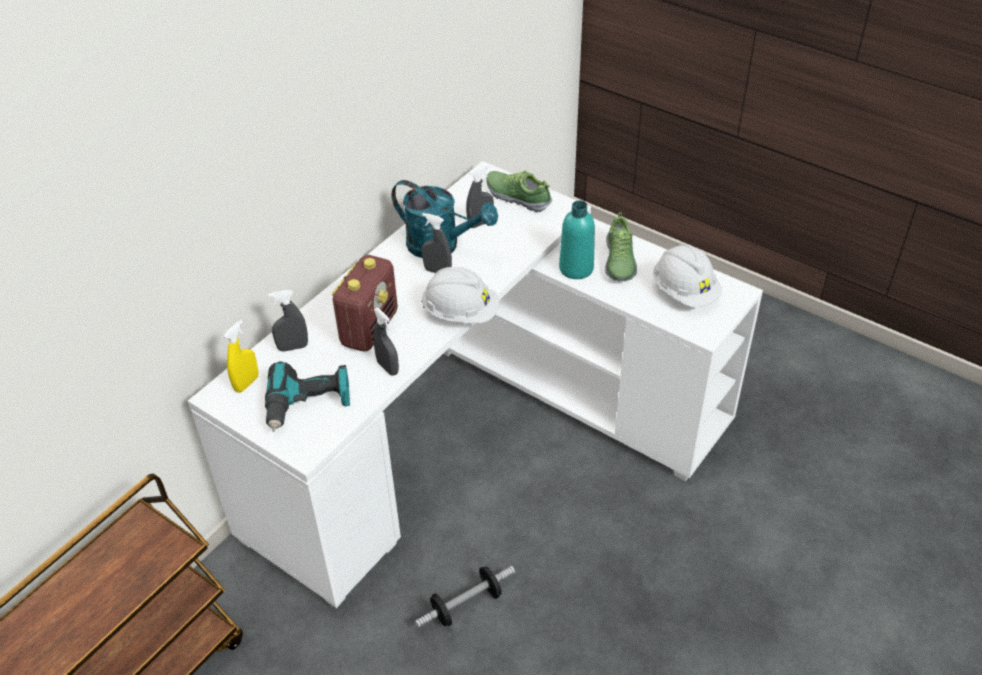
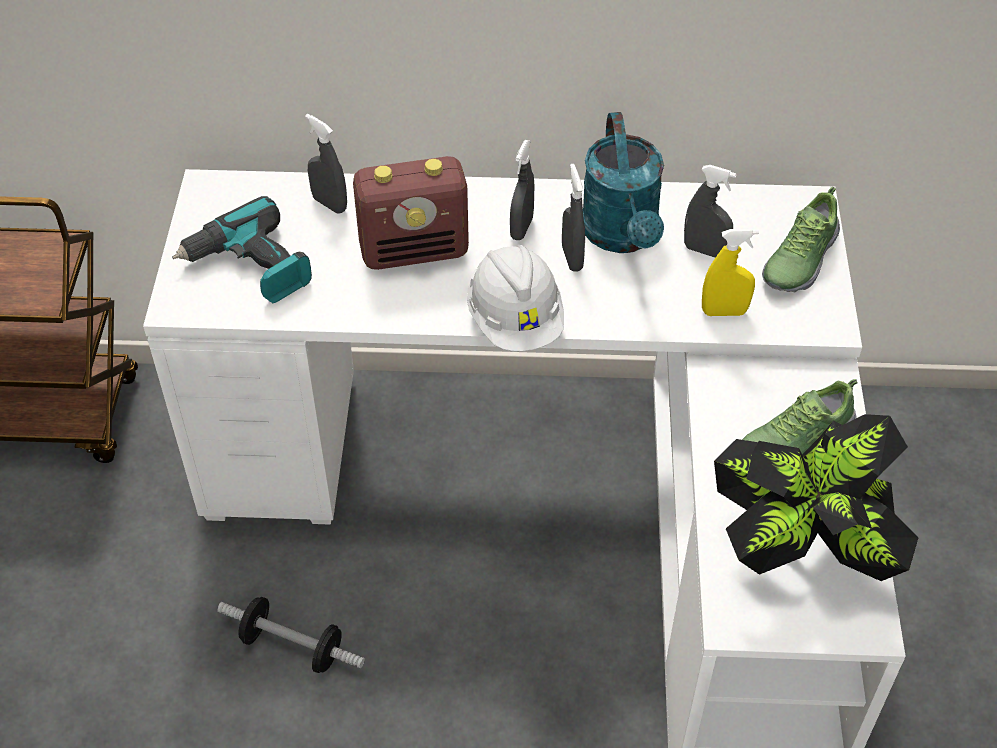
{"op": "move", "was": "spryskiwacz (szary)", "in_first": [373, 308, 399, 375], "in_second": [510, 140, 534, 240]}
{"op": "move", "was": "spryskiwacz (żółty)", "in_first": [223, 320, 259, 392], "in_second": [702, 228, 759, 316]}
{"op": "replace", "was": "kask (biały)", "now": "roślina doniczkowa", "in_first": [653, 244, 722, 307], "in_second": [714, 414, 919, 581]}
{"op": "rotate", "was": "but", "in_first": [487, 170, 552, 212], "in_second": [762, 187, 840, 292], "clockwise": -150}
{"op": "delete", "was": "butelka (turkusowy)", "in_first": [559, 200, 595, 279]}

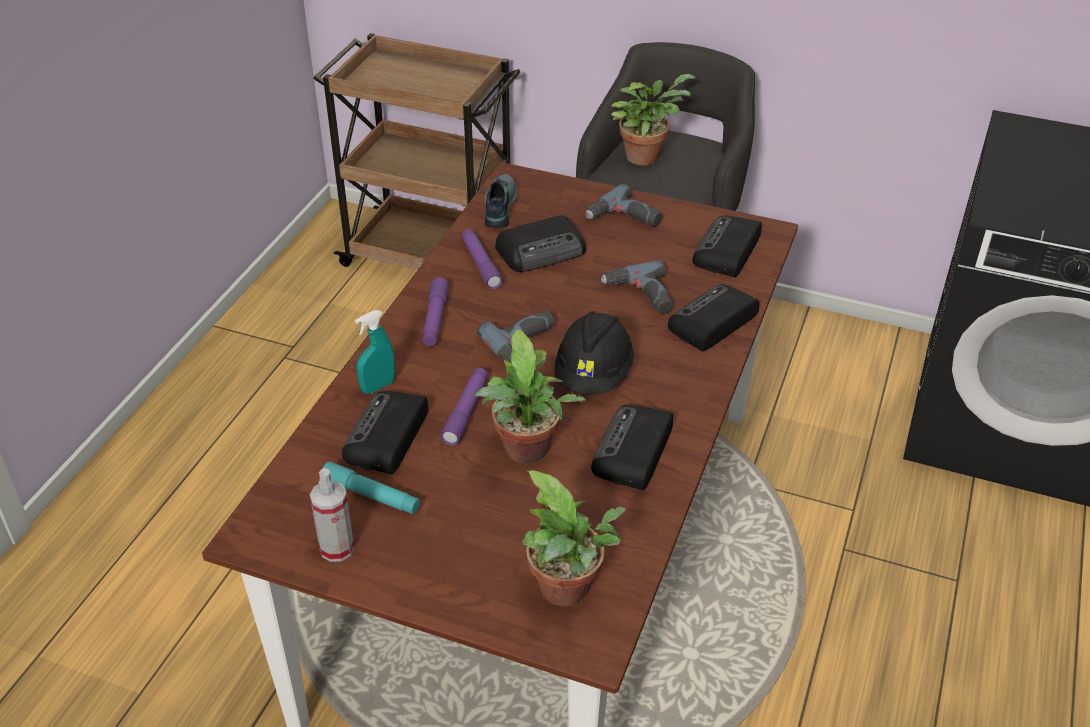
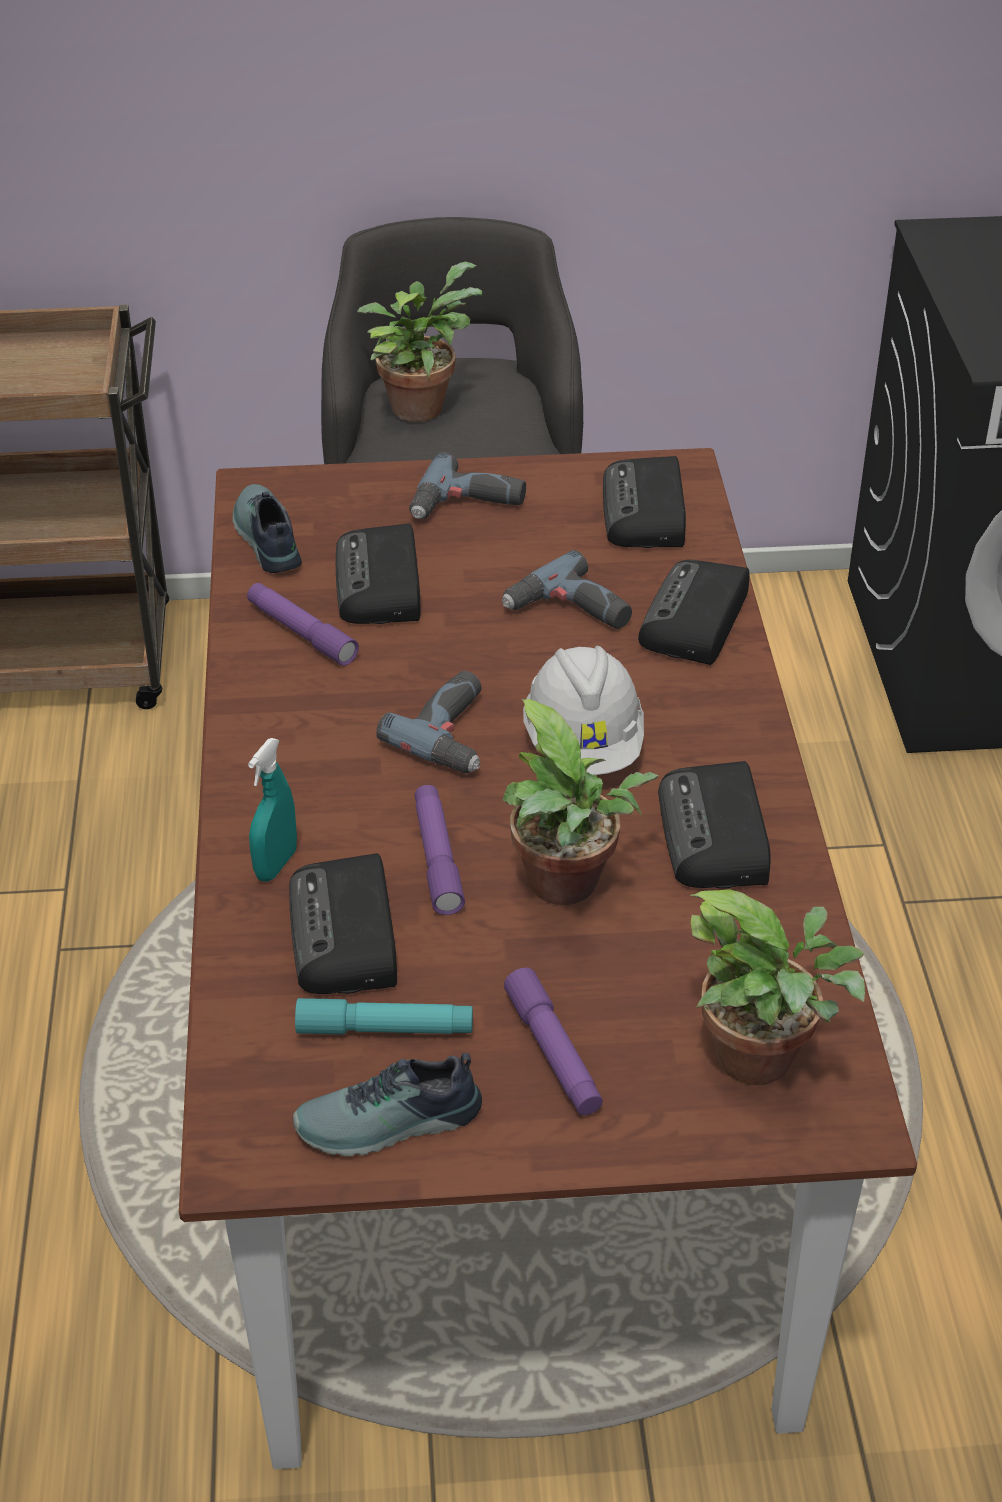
{"op": "replace", "was": "spryskiwacz", "now": "but", "in_first": [310, 468, 355, 562], "in_second": [293, 1053, 482, 1157]}
{"op": "rotate", "was": "radio", "in_first": [495, 215, 586, 272], "in_second": [336, 523, 421, 624], "clockwise": 135}
{"op": "move", "was": "latarka (fioletowy)", "in_first": [423, 277, 449, 346], "in_second": [504, 968, 603, 1115]}
{"op": "recolor", "was": "kask (czarny)", "now": "kask (biały)", "in_first": [555, 311, 634, 394], "in_second": [523, 646, 644, 775]}

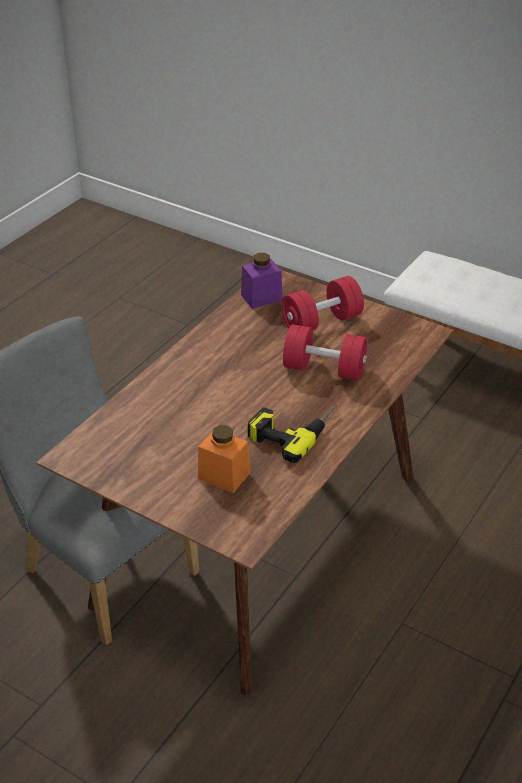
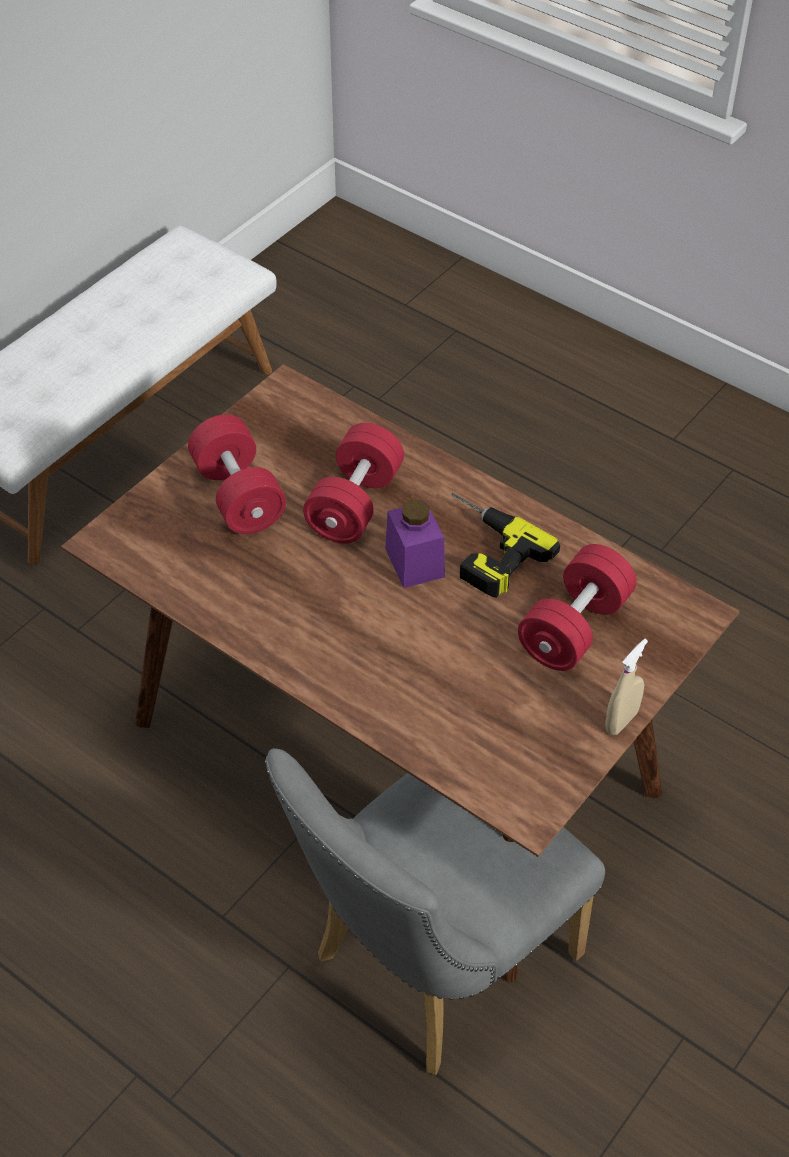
{"op": "move", "was": "słoik (fioletowy)", "in_first": [241, 253, 283, 309], "in_second": [385, 499, 445, 588]}
{"op": "replace", "was": "słoik (pomarańczowy)", "now": "hantel (czerwony)", "in_first": [198, 425, 250, 493], "in_second": [518, 544, 637, 671]}
{"op": "insert", "now": "spryskiwacz (beżowy)", "in_second": [605, 639, 648, 735]}

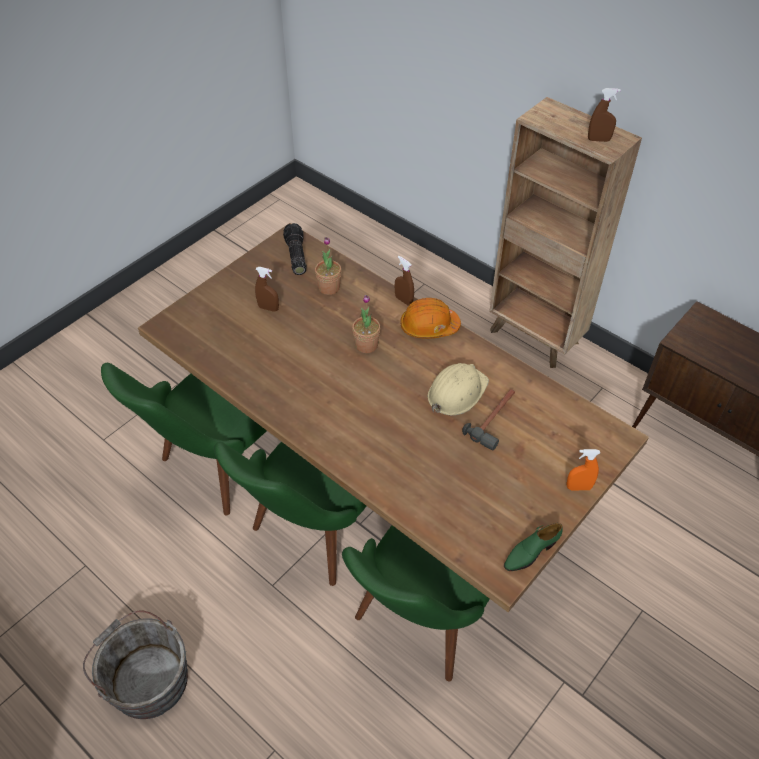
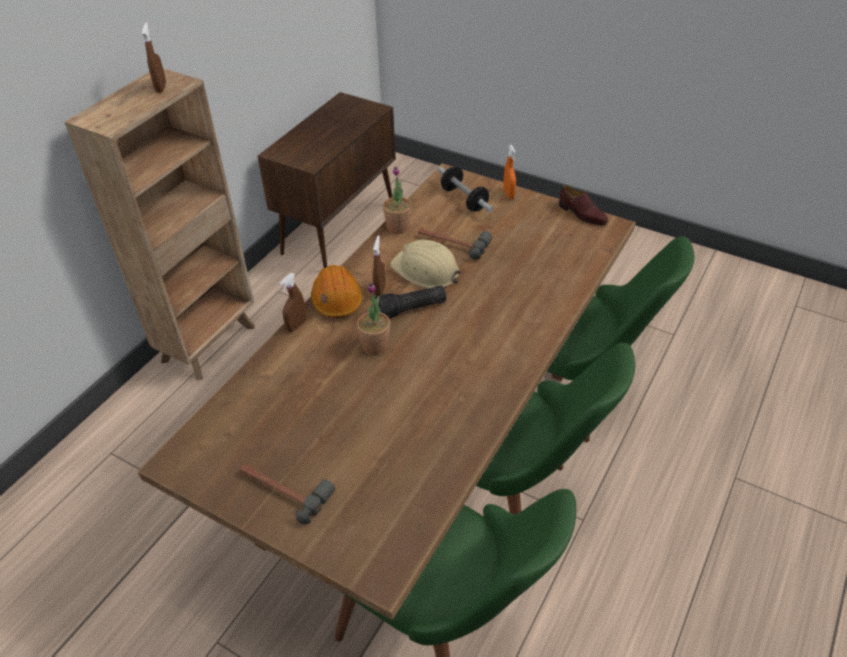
{"op": "insert", "now": "młotek", "in_second": [240, 464, 335, 524]}
{"op": "move", "was": "spryskiwacz (brązowy)", "in_first": [255, 267, 279, 312], "in_second": [373, 236, 386, 297]}
{"op": "move", "was": "latarka", "in_first": [283, 223, 306, 275], "in_second": [375, 286, 447, 319]}
{"op": "move", "was": "roślina doniczkowa", "in_first": [315, 237, 341, 295], "in_second": [383, 167, 411, 234]}
{"op": "insert", "now": "hantel", "in_second": [438, 167, 493, 213]}
{"op": "recolor", "was": "but (zielony)", "now": "but (brązowy)", "in_first": [504, 523, 563, 571], "in_second": [559, 185, 608, 225]}
{"op": "delete", "was": "wiadro (szary)", "in_first": [83, 610, 188, 719]}

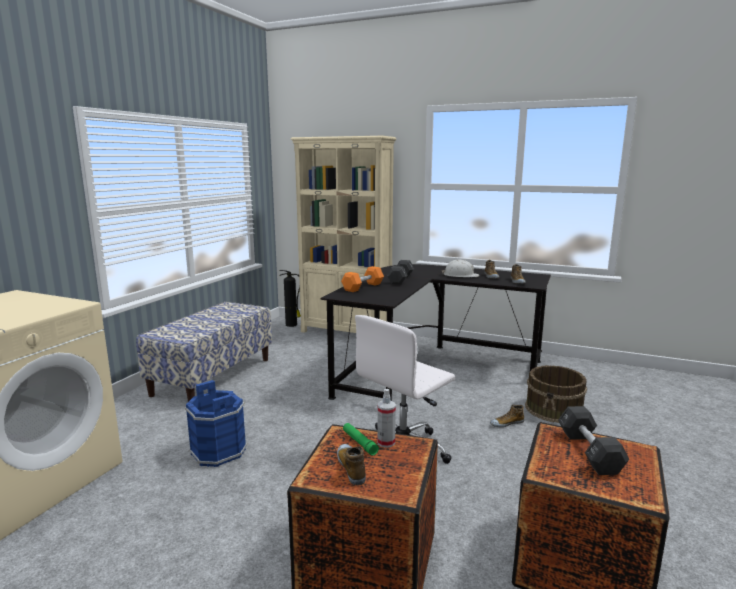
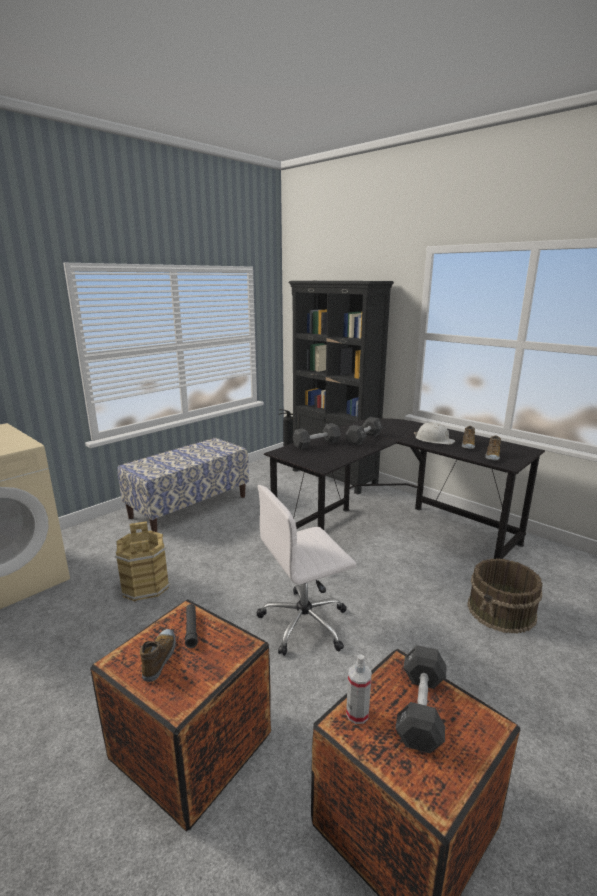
{"op": "recolor", "was": "wiadro (niebieski)", "now": "wiadro (brązowy)", "in_first": [185, 380, 247, 467], "in_second": [115, 521, 170, 602]}
{"op": "recolor", "was": "latarka (zielony)", "now": "latarka (czarny)", "in_first": [343, 423, 379, 456], "in_second": [185, 604, 198, 648]}
{"op": "recolor", "was": "regał (beżowy)", "now": "regał (czarny)", "in_first": [291, 136, 396, 333], "in_second": [289, 281, 394, 494]}
{"op": "recolor", "was": "hantel (pomarańczowy)", "now": "hantel (czarny)", "in_first": [341, 266, 384, 292], "in_second": [293, 423, 341, 450]}
{"op": "move", "was": "spryskiwacz", "in_first": [377, 389, 396, 448], "in_second": [346, 654, 372, 724]}
{"op": "delete", "was": "but", "in_first": [490, 405, 524, 427]}

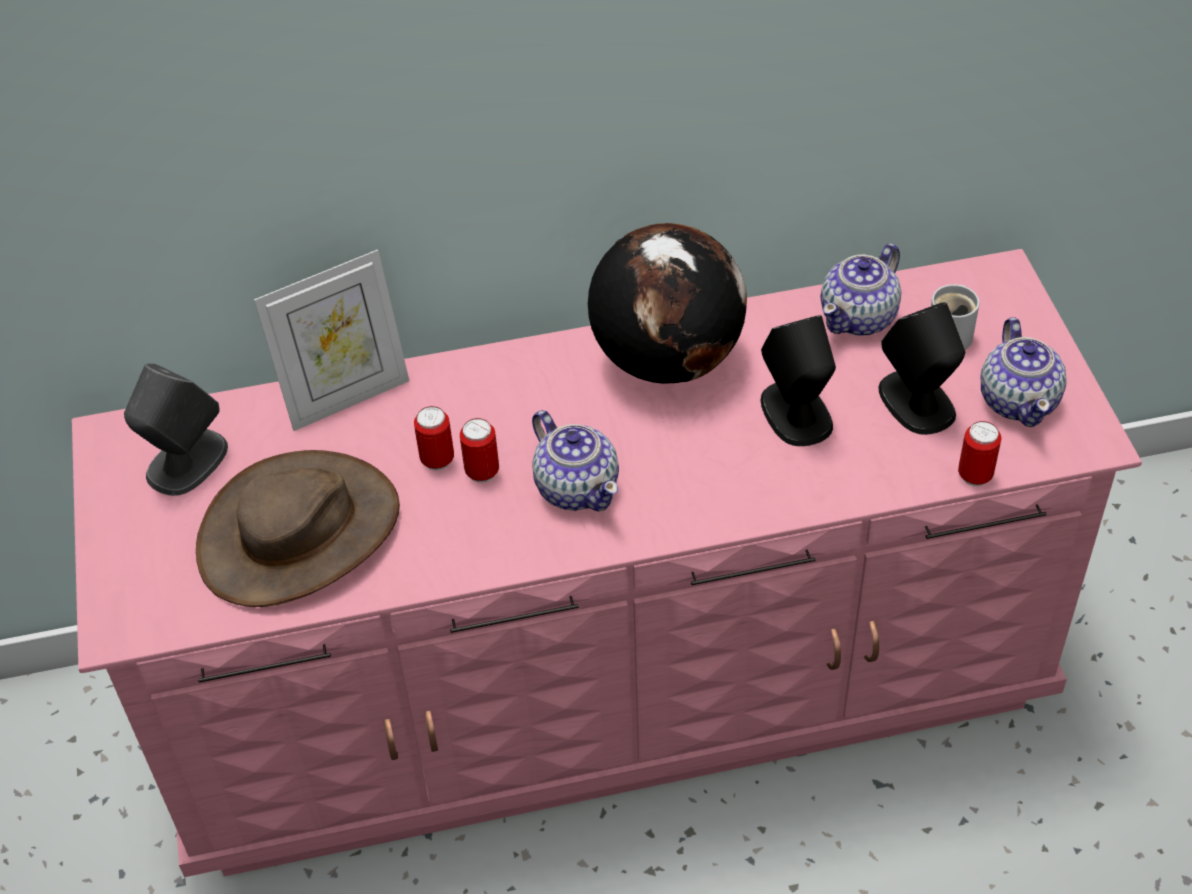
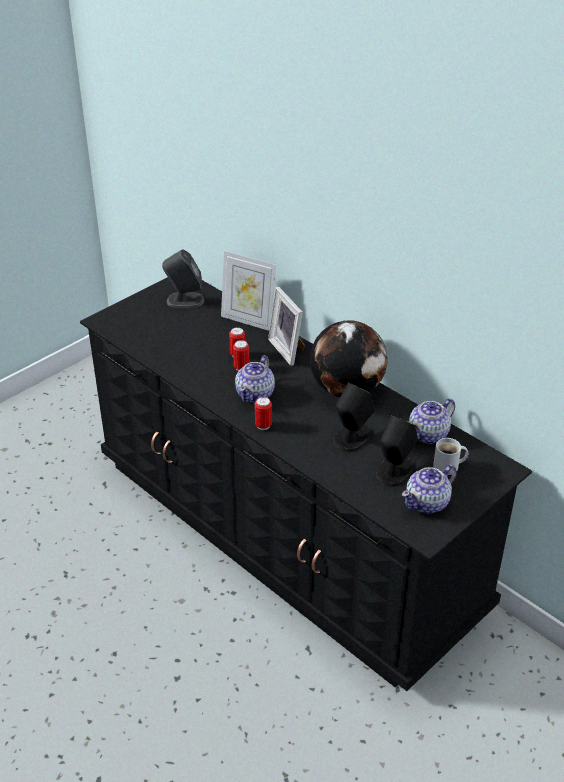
{"op": "recolor", "was": "komoda (różowy)", "now": "komoda (czarny)", "in_first": [72, 249, 1142, 877], "in_second": [80, 277, 532, 691]}
{"op": "move", "was": "puszka", "in_first": [958, 421, 1001, 486], "in_second": [255, 397, 272, 430]}
{"op": "insert", "now": "ramka na zdjęcie", "in_second": [268, 287, 305, 366]}
{"op": "rotate", "was": "imbryk", "in_first": [821, 243, 901, 336], "in_second": [408, 398, 455, 444], "clockwise": -45}
{"op": "delete", "was": "kapelusz (brązowy)", "in_first": [196, 450, 400, 607]}

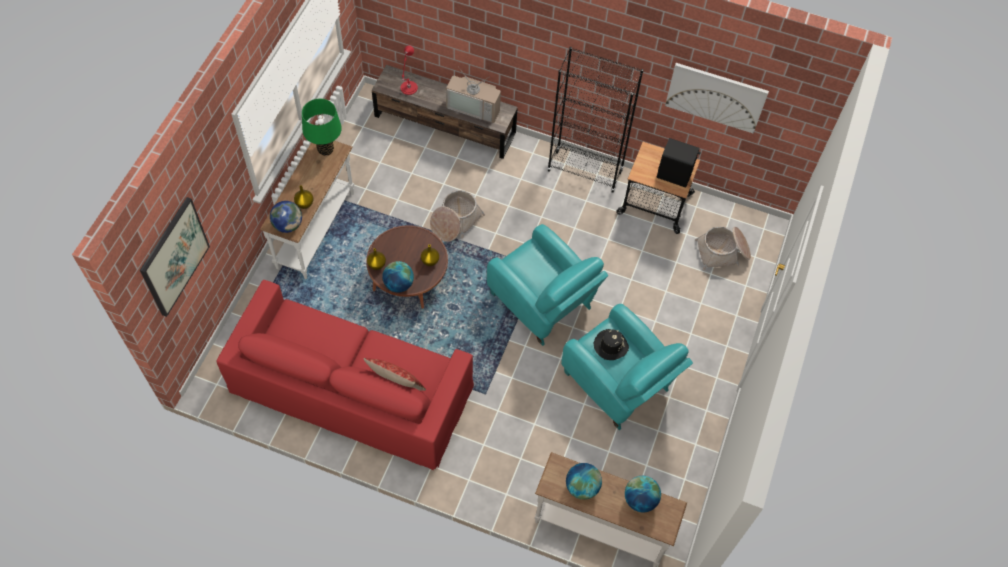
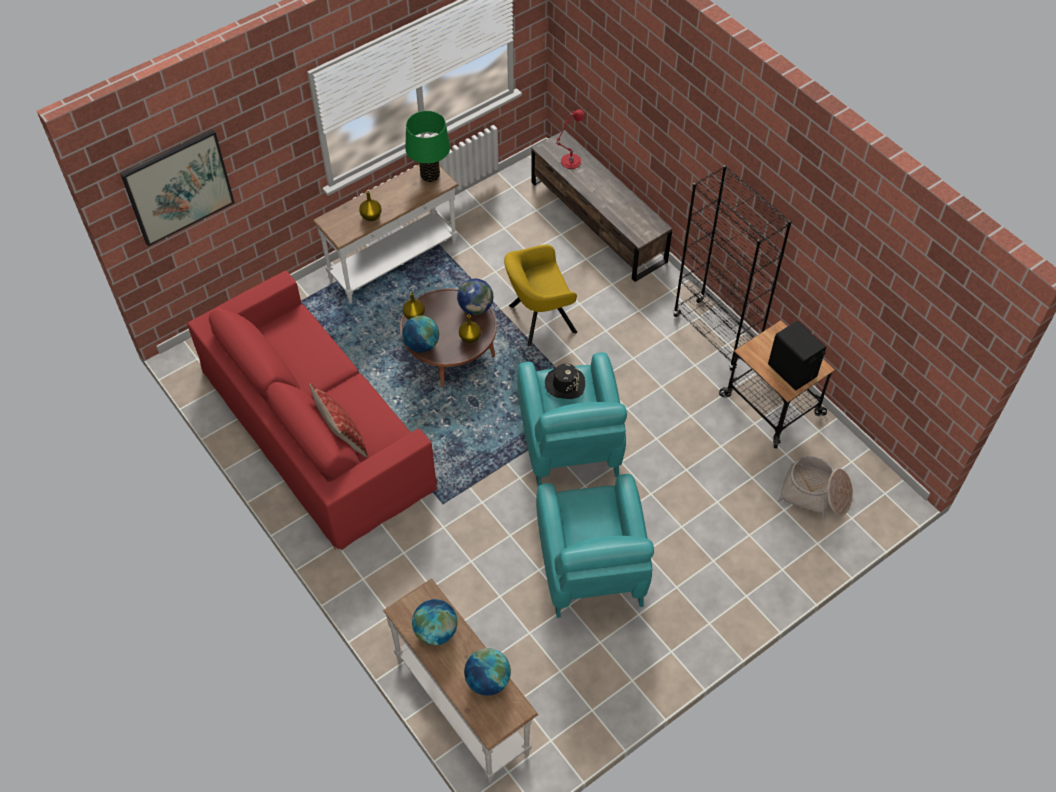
{"op": "move", "was": "globus", "in_first": [270, 201, 302, 233], "in_second": [457, 279, 493, 315]}
{"op": "replace", "was": "koszyk", "now": "fotel (żółty)", "in_first": [430, 190, 485, 242], "in_second": [504, 245, 577, 347]}
{"op": "move", "was": "kapelusz (czarny)", "in_first": [594, 329, 629, 360], "in_second": [545, 363, 585, 399]}
{"op": "delete", "was": "telewizor", "in_first": [446, 67, 501, 123]}
{"op": "delete", "was": "obraz", "in_first": [665, 63, 769, 134]}

